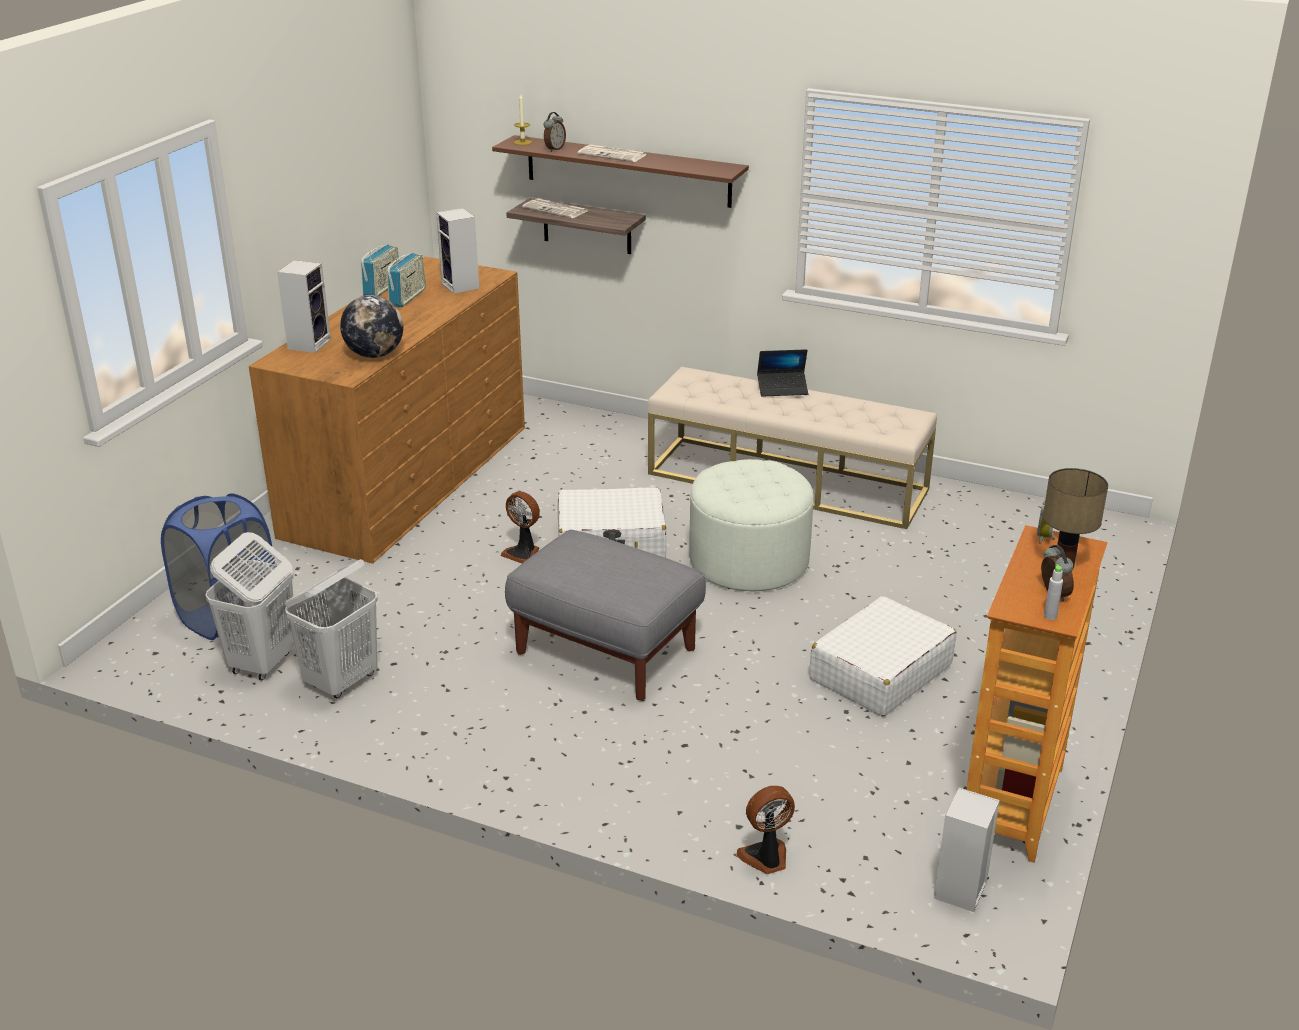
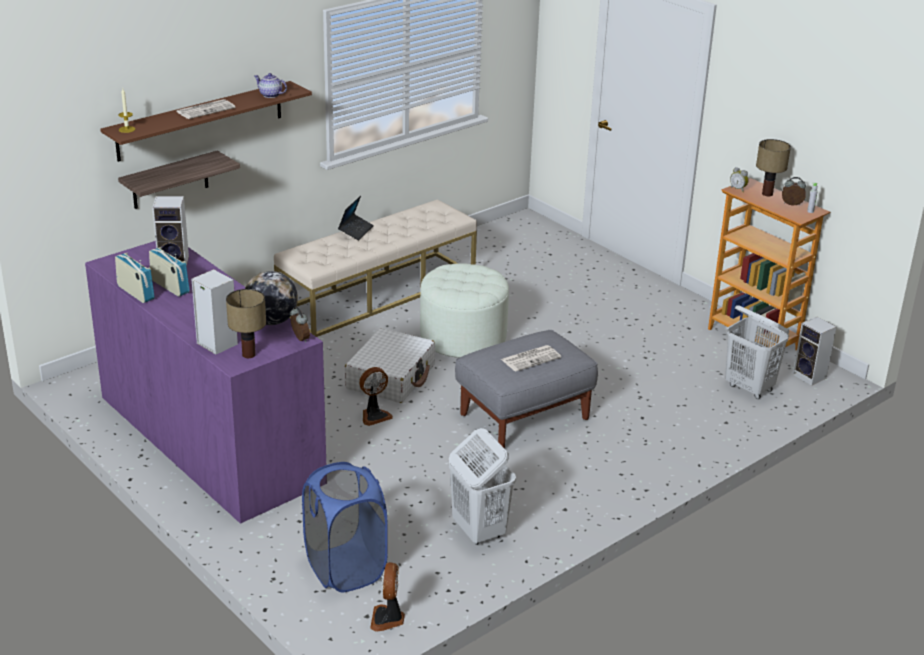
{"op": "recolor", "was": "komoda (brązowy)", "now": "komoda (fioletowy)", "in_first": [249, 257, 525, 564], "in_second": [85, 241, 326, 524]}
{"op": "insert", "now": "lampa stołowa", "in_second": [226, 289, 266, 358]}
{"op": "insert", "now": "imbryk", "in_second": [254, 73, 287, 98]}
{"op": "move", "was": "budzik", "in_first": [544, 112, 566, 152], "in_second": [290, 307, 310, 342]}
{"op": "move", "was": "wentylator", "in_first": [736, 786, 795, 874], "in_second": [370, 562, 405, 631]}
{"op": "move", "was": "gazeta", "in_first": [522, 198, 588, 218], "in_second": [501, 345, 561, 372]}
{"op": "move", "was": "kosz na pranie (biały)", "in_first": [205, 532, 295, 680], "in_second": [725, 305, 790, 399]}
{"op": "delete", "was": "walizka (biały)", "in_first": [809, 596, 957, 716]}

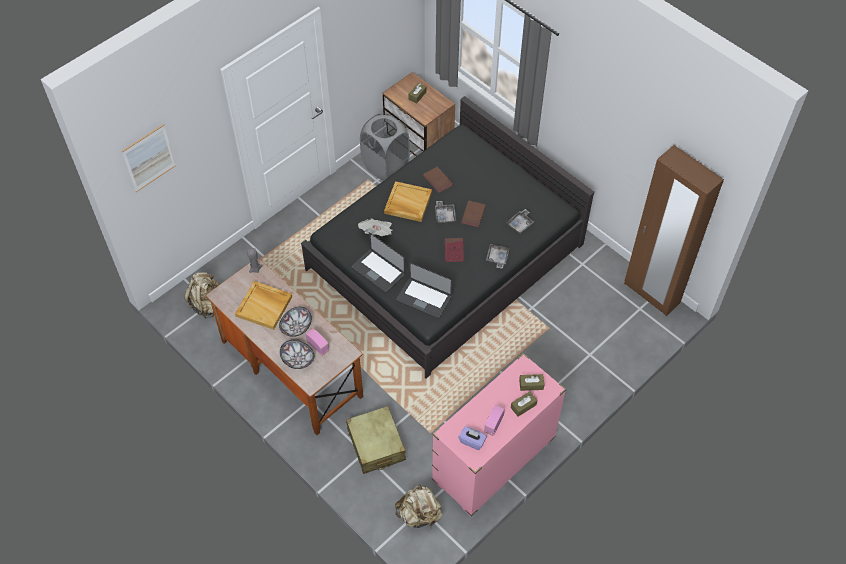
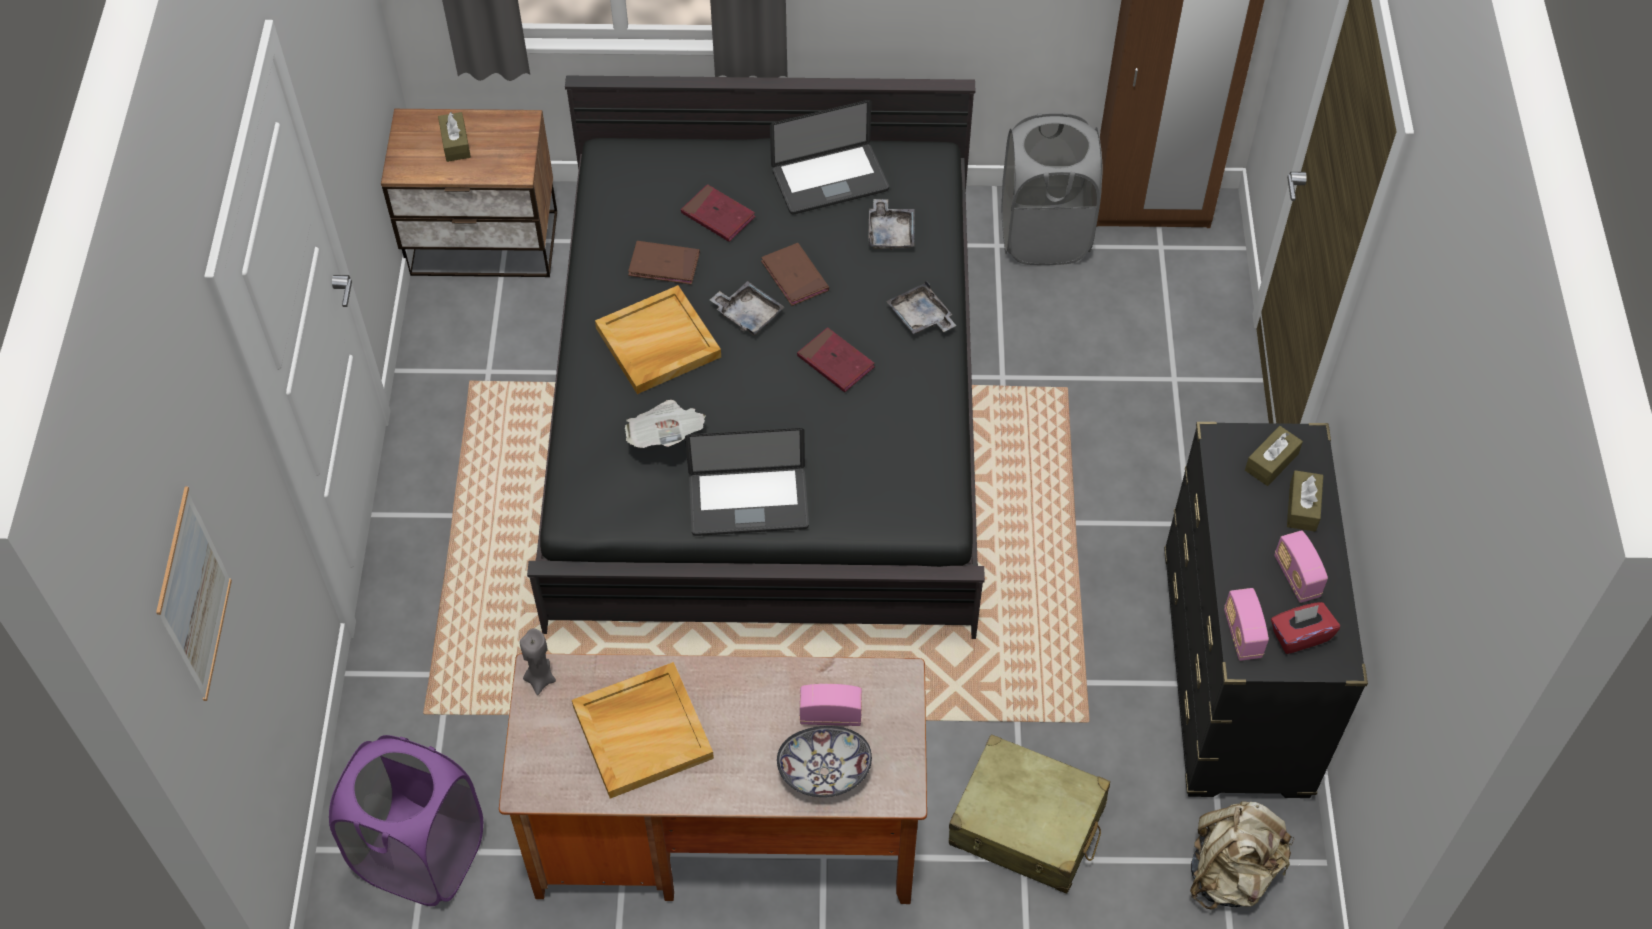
{"op": "replace", "was": "plecak (beżowy)", "now": "kosz na pranie (fioletowy)", "in_first": [184, 272, 219, 319], "in_second": [329, 735, 483, 906]}
{"op": "insert", "now": "książka (czerwony)", "in_second": [681, 184, 756, 242]}
{"op": "move", "was": "laptop", "in_first": [396, 262, 453, 319], "in_second": [770, 100, 889, 214]}
{"op": "move", "was": "kosz na pranie (szary)", "in_first": [360, 114, 410, 180], "in_second": [1002, 113, 1102, 265]}
{"op": "recolor", "was": "komoda (różowy)", "now": "komoda (czarny)", "in_first": [432, 353, 566, 516], "in_second": [1164, 422, 1368, 798]}
{"op": "insert", "now": "radio", "in_second": [1224, 588, 1269, 661]}
{"op": "recolor", "was": "pudełko chusteczek (fioletowy)", "now": "pudełko chusteczek (czerwony)", "in_first": [458, 426, 487, 450], "in_second": [1271, 602, 1340, 654]}
{"op": "delete", "was": "miska", "in_first": [279, 307, 312, 337]}

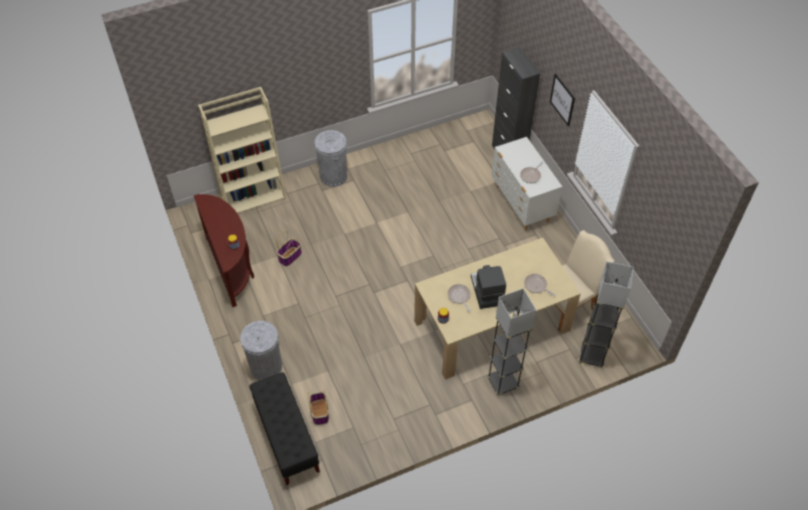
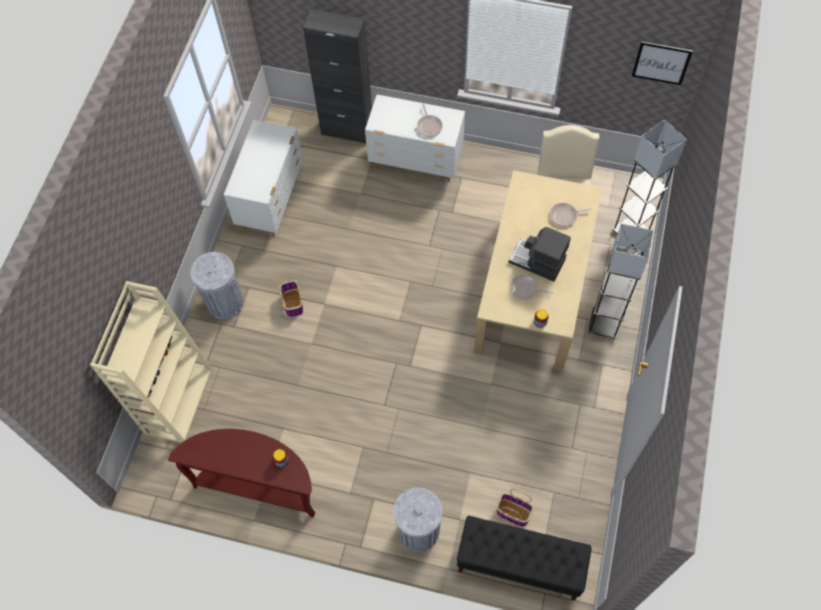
{"op": "insert", "now": "komoda (biały)", "in_second": [224, 120, 303, 237]}
{"op": "move", "was": "koszyk", "in_first": [276, 231, 302, 266], "in_second": [277, 278, 303, 317]}
{"op": "move", "was": "obraz", "in_first": [550, 73, 575, 126], "in_second": [632, 41, 693, 85]}

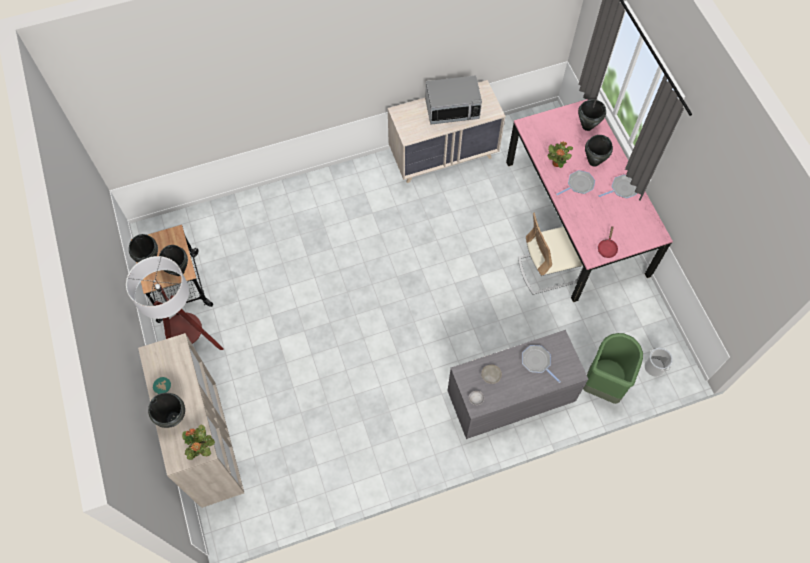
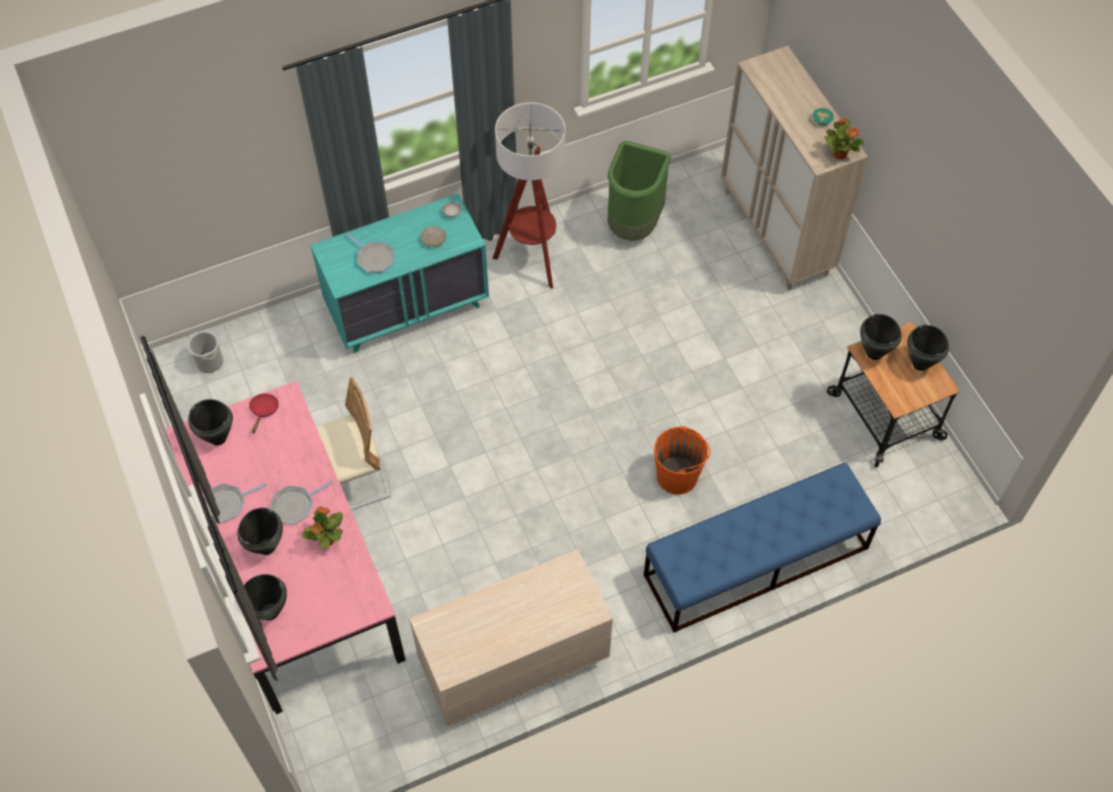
{"op": "move", "was": "garnek (czarny)", "in_first": [148, 393, 185, 428], "in_second": [188, 399, 233, 445]}
{"op": "recolor", "was": "komoda (szary)", "now": "komoda (turkusowy)", "in_first": [447, 330, 588, 439], "in_second": [311, 194, 489, 353]}
{"op": "move", "was": "lampa stojąca", "in_first": [126, 256, 224, 350], "in_second": [493, 102, 565, 289]}
{"op": "move", "was": "kosz na śmieci (zielony)", "in_first": [583, 333, 643, 404], "in_second": [607, 141, 671, 241]}
{"op": "insert", "now": "ławka (niebieski)", "in_second": [644, 463, 881, 632]}
{"op": "insert", "now": "wiadro (pomarańczowy)", "in_second": [654, 426, 711, 495]}
{"op": "move", "was": "roślina doniczkowa", "in_first": [182, 425, 215, 460], "in_second": [824, 118, 864, 159]}
{"op": "delete", "was": "mikrofalówka", "in_first": [425, 75, 482, 125]}

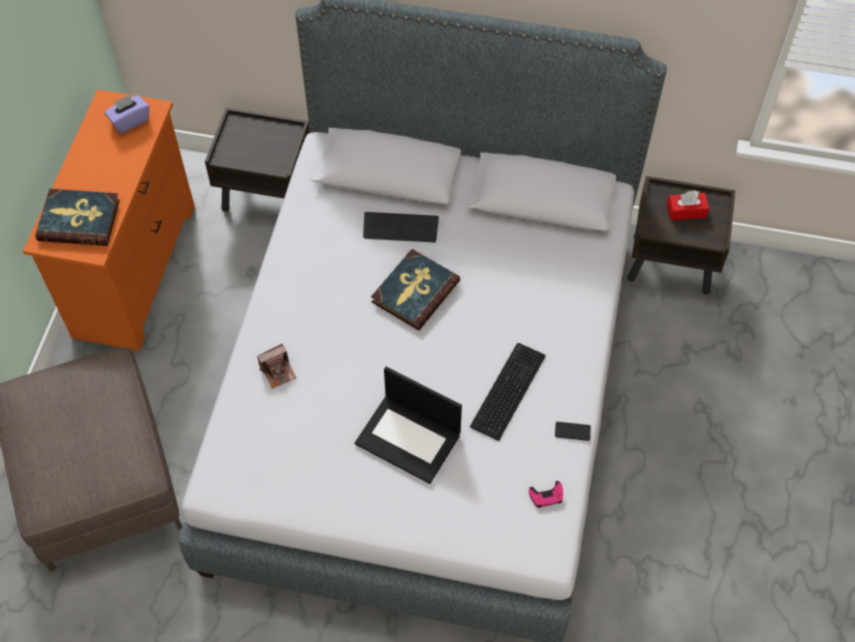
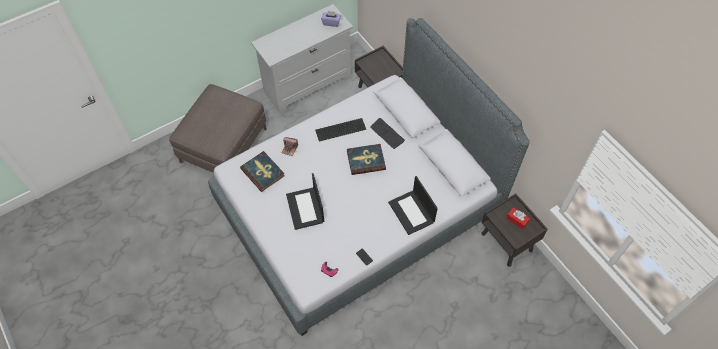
{"op": "move", "was": "książka", "in_first": [35, 189, 120, 246], "in_second": [240, 151, 285, 192]}
{"op": "recolor", "was": "komoda (pomarańczowy)", "now": "komoda (biały)", "in_first": [23, 90, 195, 351], "in_second": [251, 4, 353, 114]}
{"op": "move", "was": "klawiatura", "in_first": [470, 343, 546, 441], "in_second": [315, 118, 366, 141]}
{"op": "insert", "now": "laptop", "in_second": [388, 176, 438, 235]}

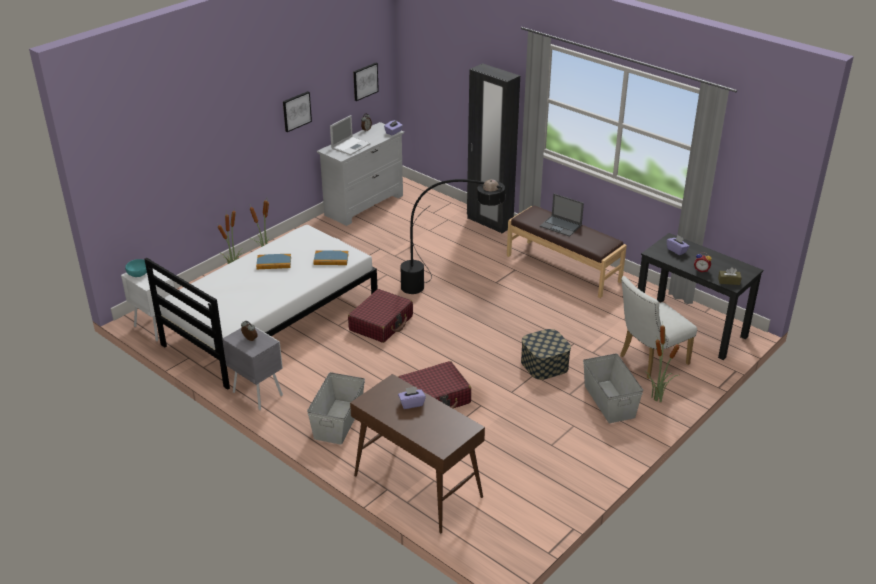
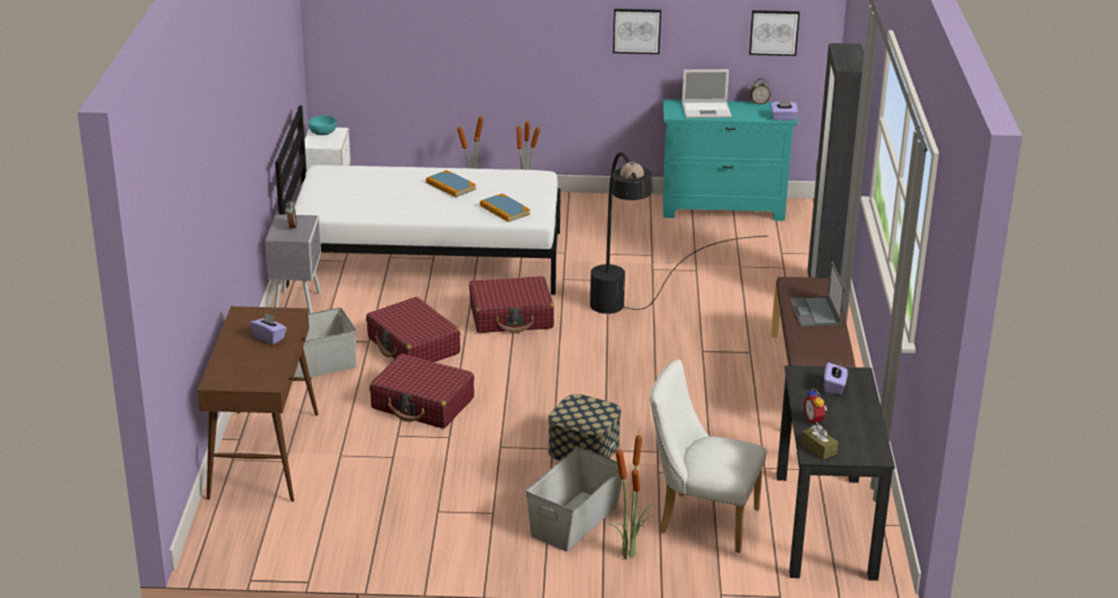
{"op": "insert", "now": "walizka (czerwony)", "in_second": [366, 297, 460, 362]}
{"op": "recolor", "was": "komoda (biały)", "now": "komoda (turkusowy)", "in_first": [317, 122, 404, 226], "in_second": [663, 99, 798, 221]}

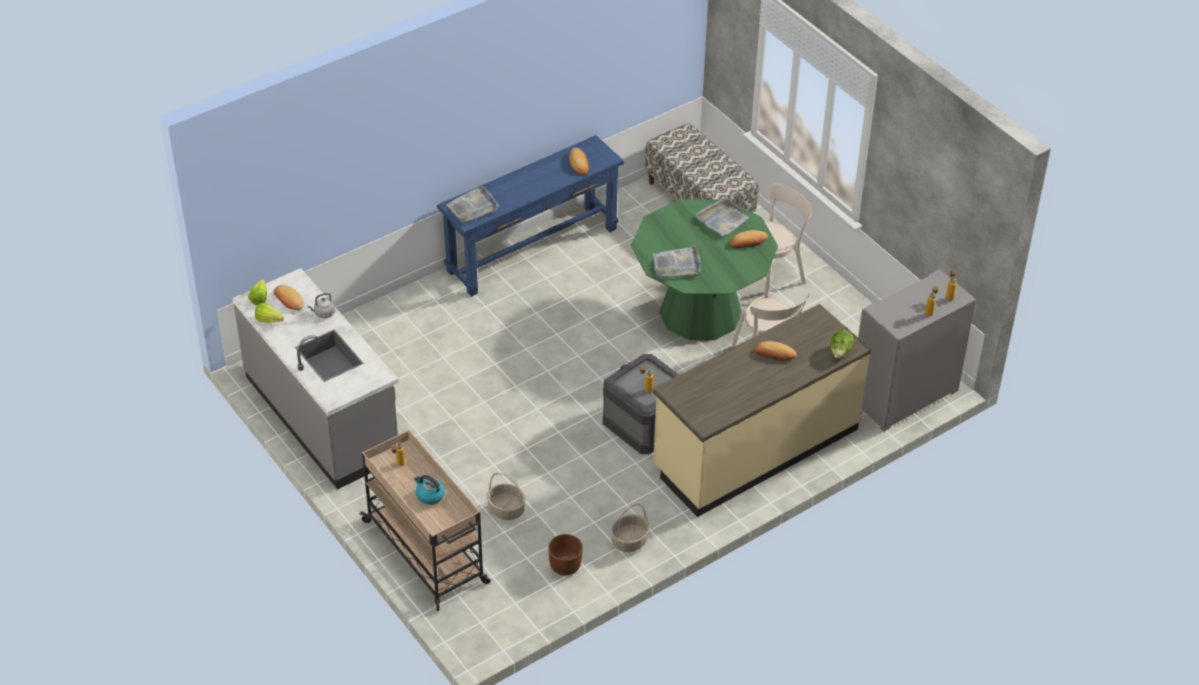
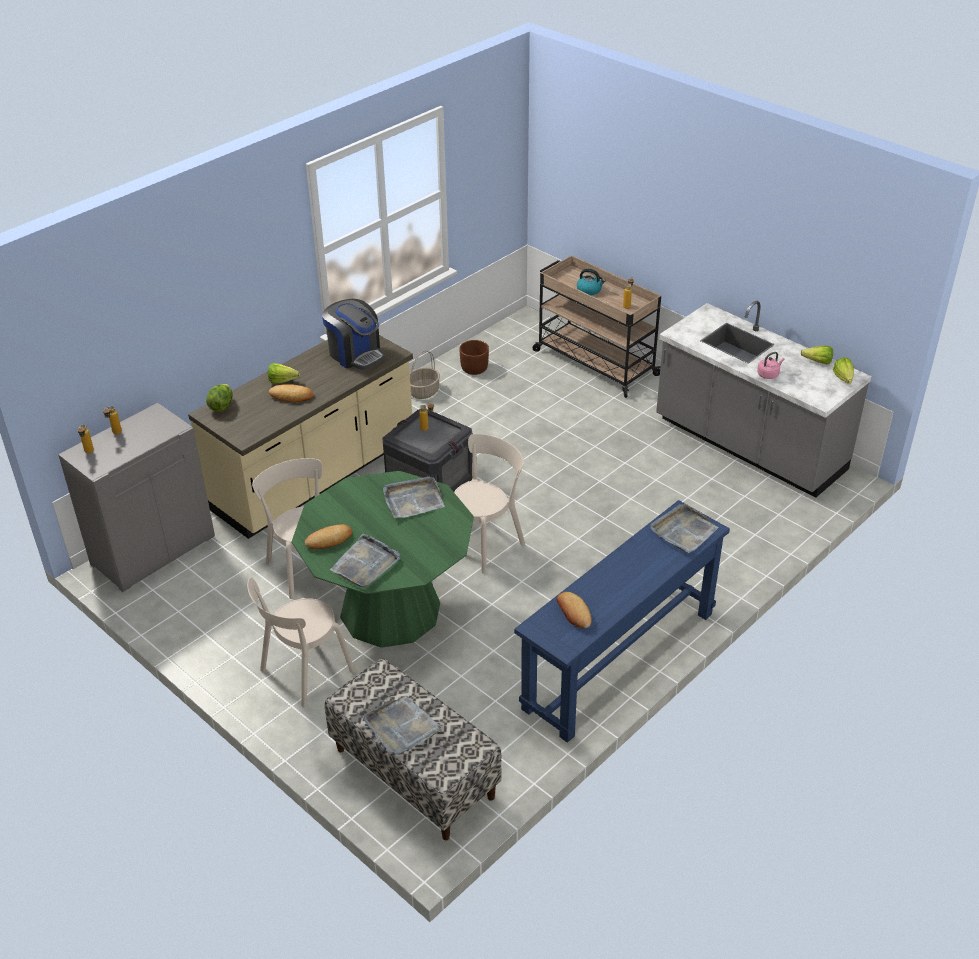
{"op": "insert", "now": "sałata", "in_second": [268, 363, 300, 384]}
{"op": "insert", "now": "ekspres do kawy", "in_second": [322, 299, 385, 369]}
{"op": "insert", "now": "taca (szary)", "in_second": [364, 696, 444, 754]}
{"op": "insert", "now": "krzesło (beżowy)", "in_second": [454, 434, 525, 574]}
{"op": "recolor", "was": "czajnik (szary)", "now": "czajnik (różowy)", "in_first": [307, 293, 335, 318], "in_second": [757, 352, 784, 379]}
{"op": "delete", "was": "chleb", "in_first": [274, 285, 304, 310]}
{"op": "delete", "was": "koszyk", "in_first": [486, 473, 526, 520]}

